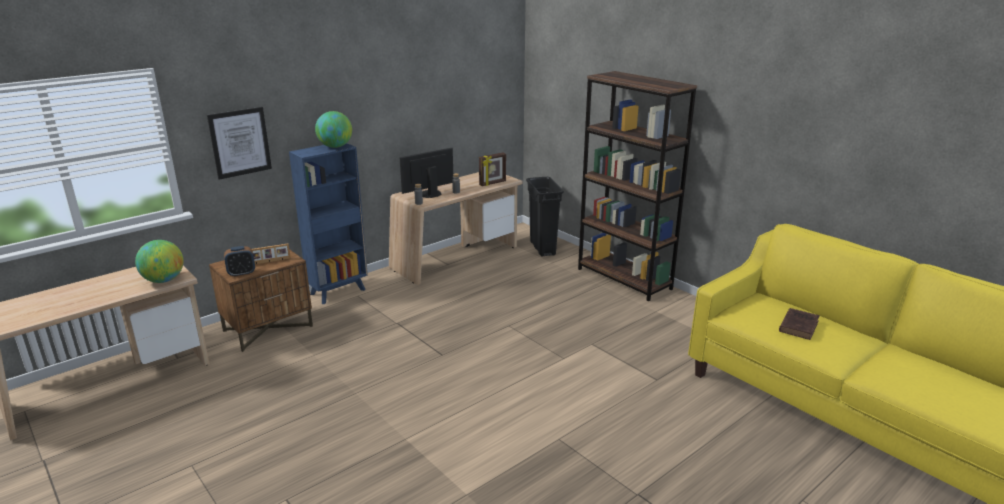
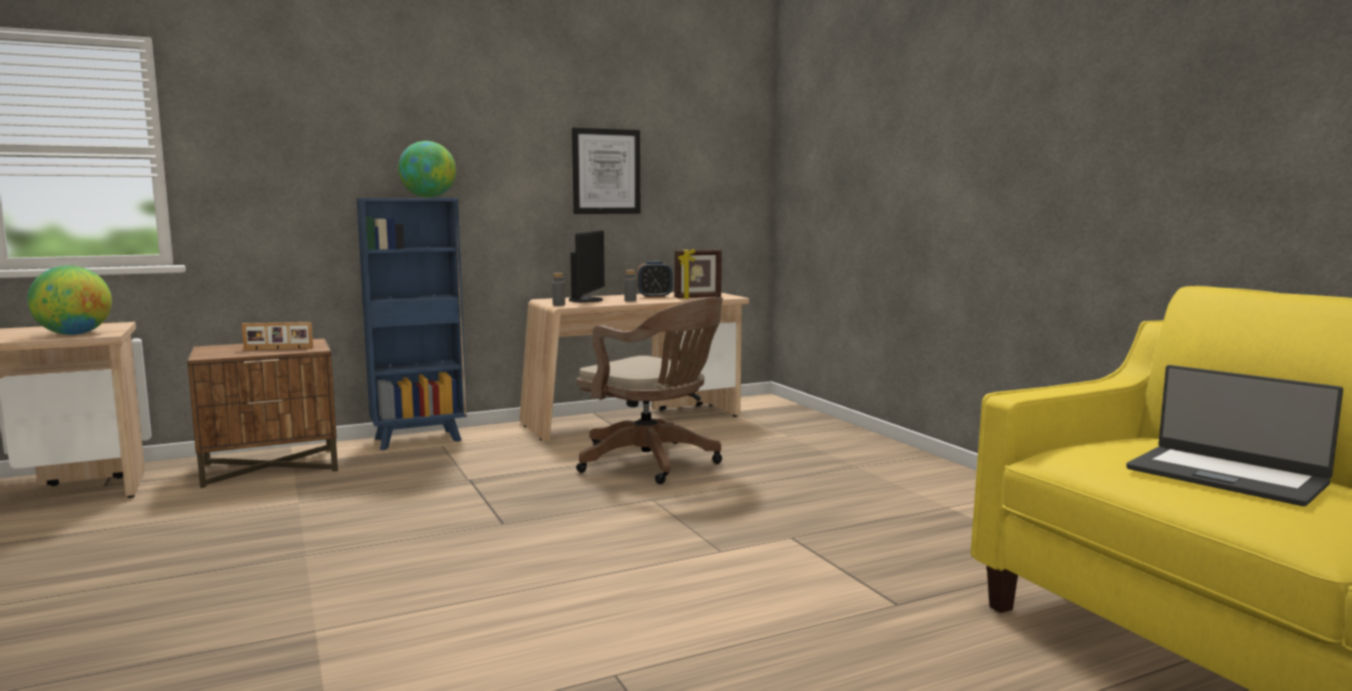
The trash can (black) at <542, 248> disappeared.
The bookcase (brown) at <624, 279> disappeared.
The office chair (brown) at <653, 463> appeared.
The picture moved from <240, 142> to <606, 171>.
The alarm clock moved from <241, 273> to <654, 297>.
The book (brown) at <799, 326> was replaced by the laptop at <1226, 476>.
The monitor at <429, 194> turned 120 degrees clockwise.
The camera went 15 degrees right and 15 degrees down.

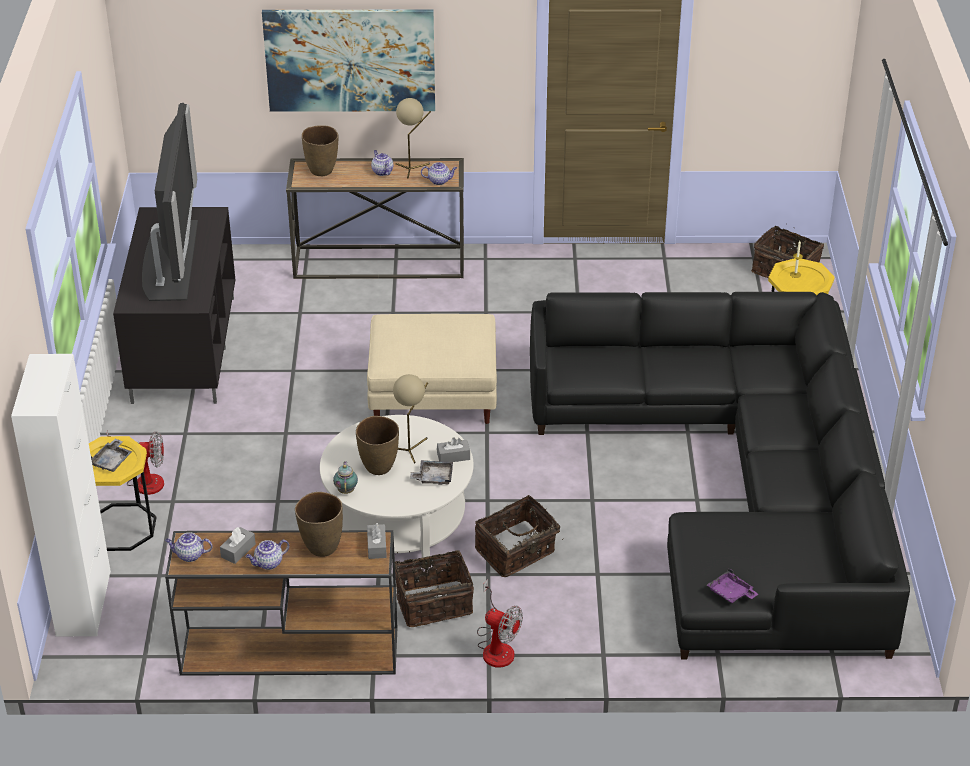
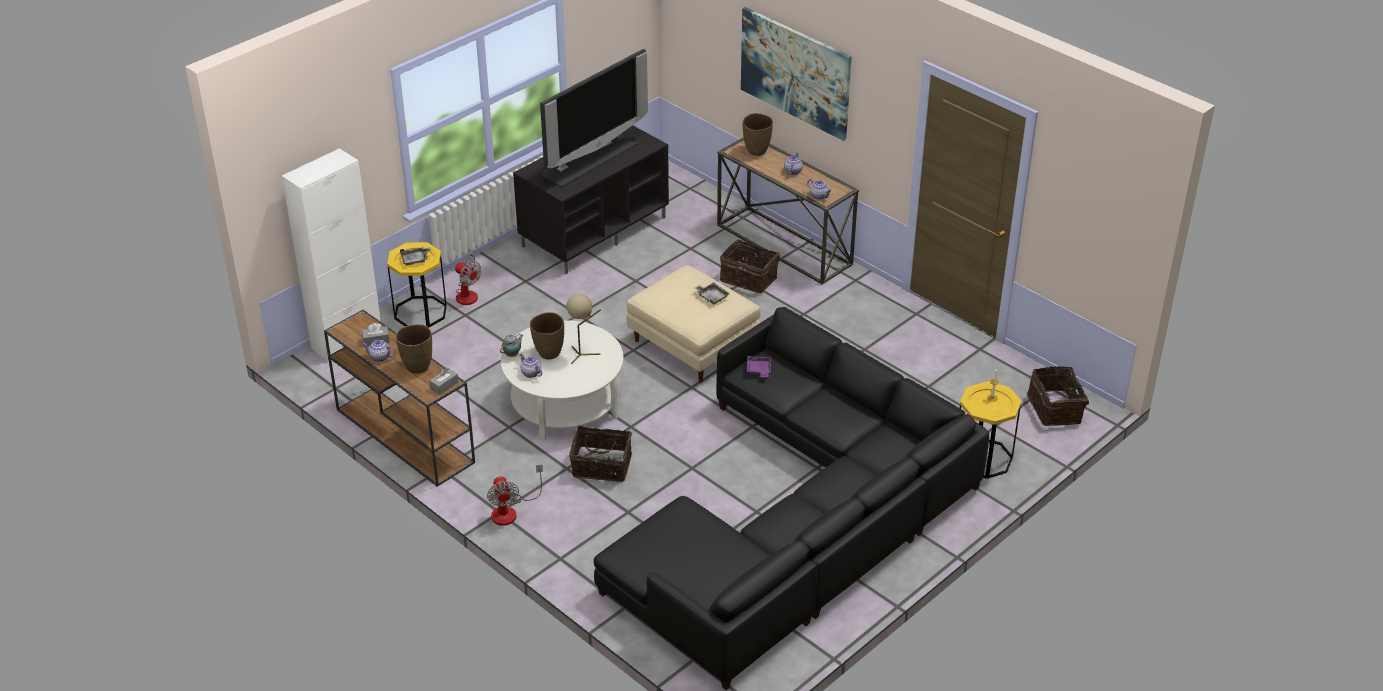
The table lamp (beige) at <412, 168> disappeared.
The tissue box (grey) at <453, 456> disappeared.
The teapot moved from <189, 555> to <530, 373>.
The basket moved from <433, 603> to <749, 278>.
The tray (grey) moved from <433, 477> to <712, 297>.
The tray (purple) moved from <731, 593> to <759, 370>.
The camera went 45 degrees right and 0 degrees up.

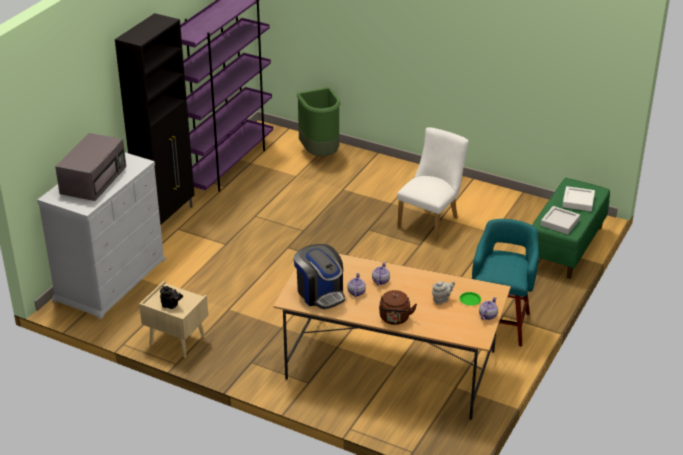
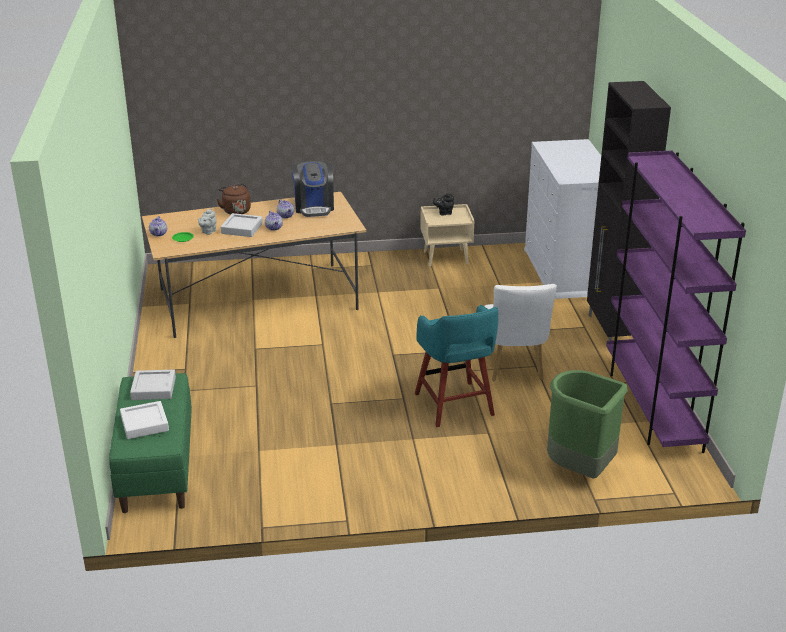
The microwave (grey) at <94, 179> disappeared.
The tray (grey) at <242, 228> appeared.
The chair (white) moved from <431, 221> to <514, 368>.
The stool (turquoise) moved from <500, 323> to <454, 406>.
The coffee machine at <320, 293> turned 120 degrees counterclockwise.
The camera went 145 degrees right and 5 degrees down.

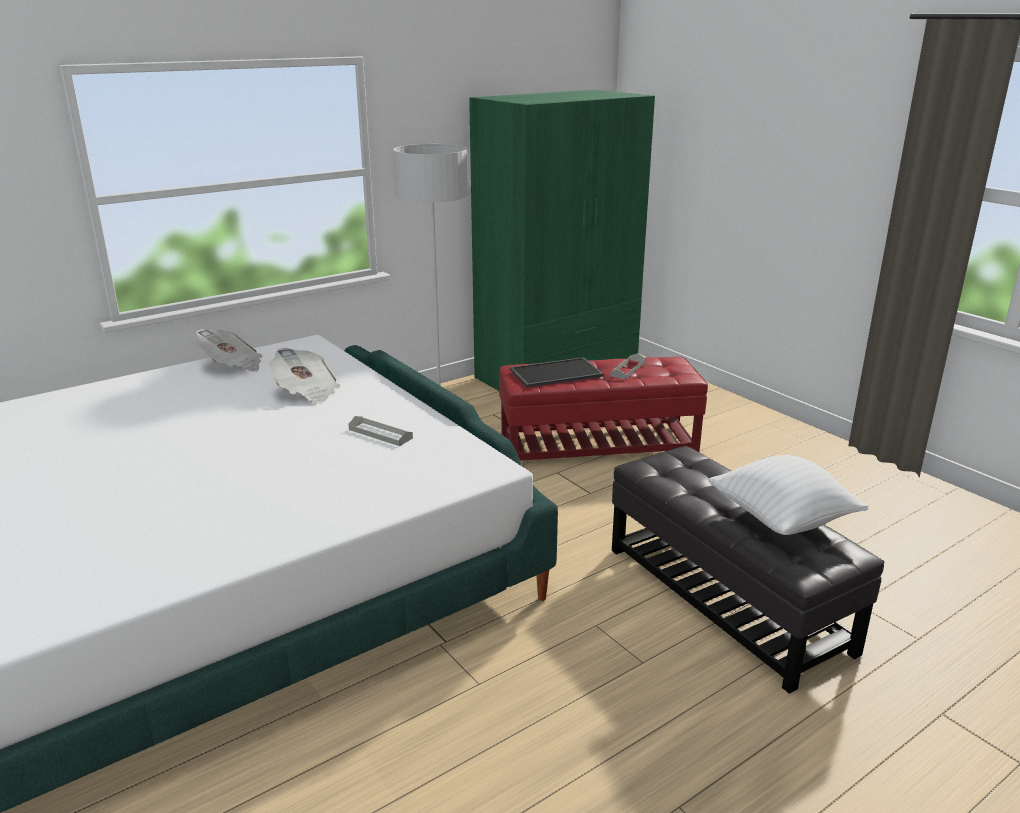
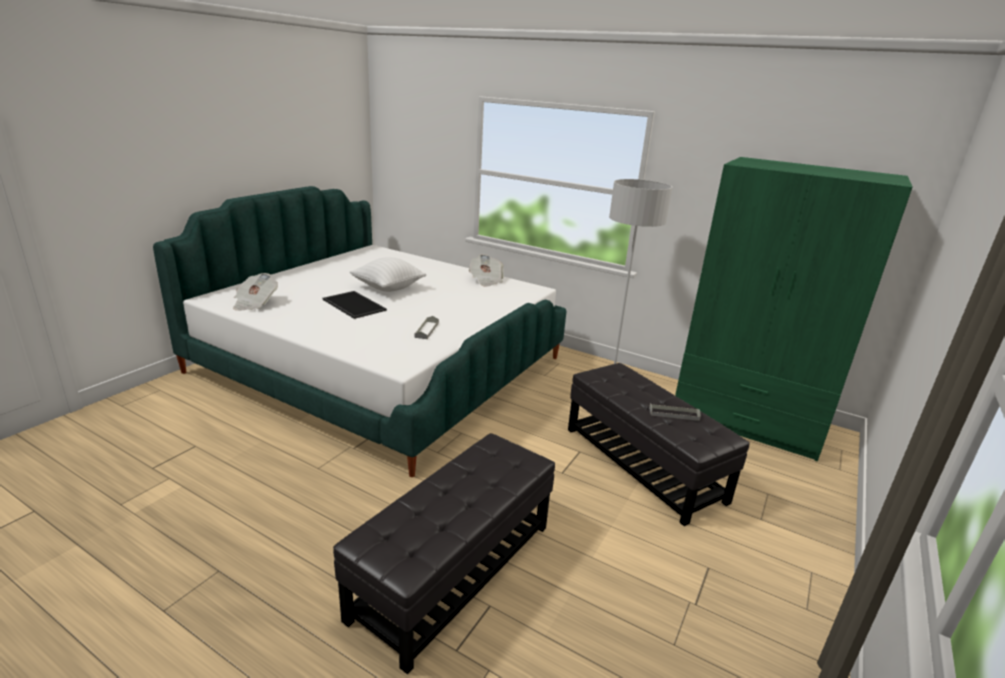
The newspaper moved from <306, 392> to <255, 303>.
The tray moved from <556, 373> to <352, 305>.
The pillow (white) moved from <781, 520> to <388, 288>.
The ottoman (red) at <597, 444> became the ottoman (black) at <643, 463>.
The camera went 65 degrees right and 0 degrees up.

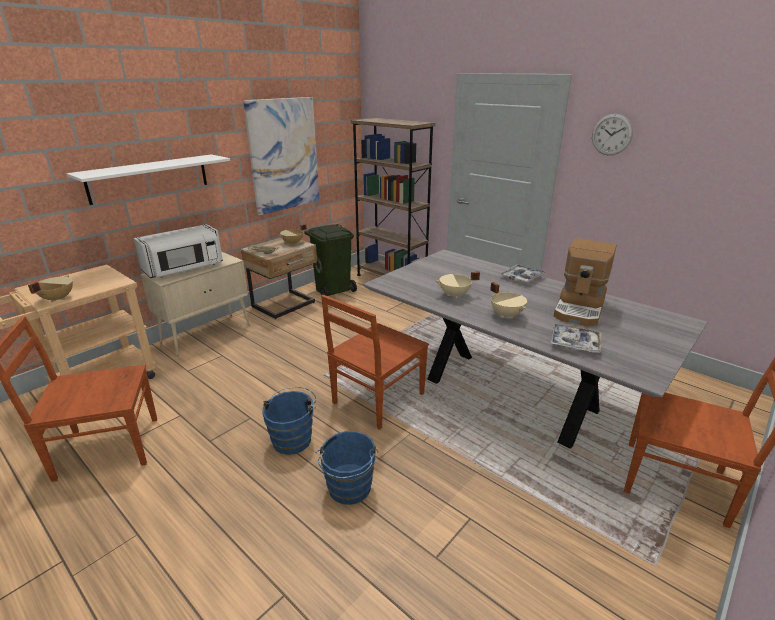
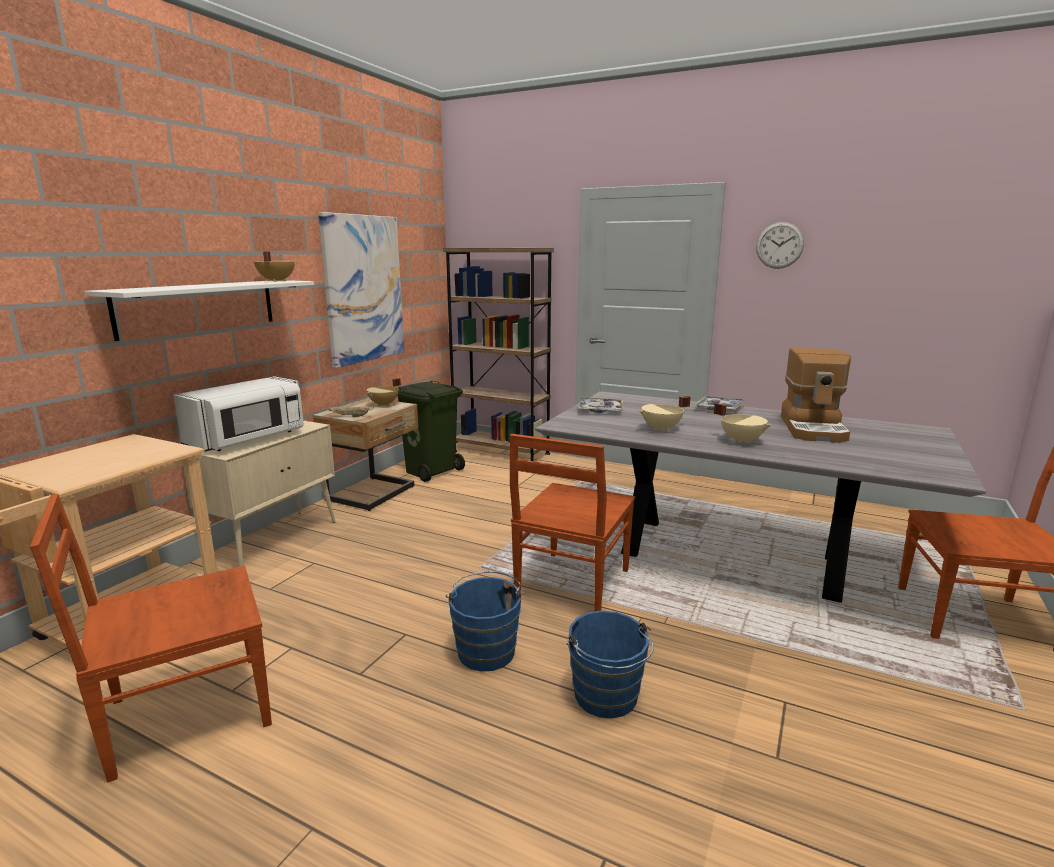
The cooking pot (beige) moved from <57, 299> to <275, 281>.
The tray moved from <574, 343> to <600, 410>.
The camera went 15 degrees left and 10 degrees down.

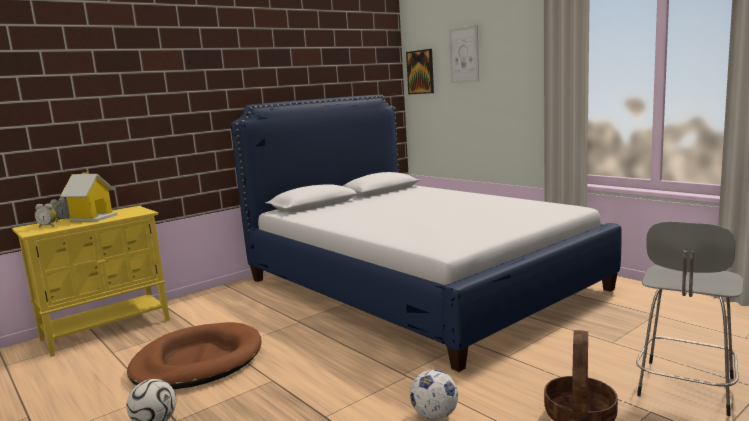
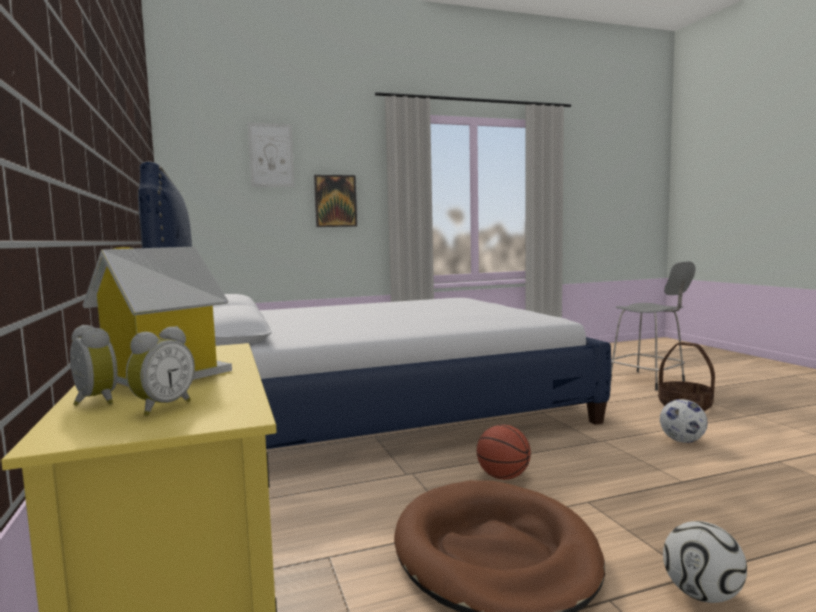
The basketball at <503, 477> appeared.
The picture moved from <420, 72> to <335, 201>.
The camera went 70 degrees left and 5 degrees down.

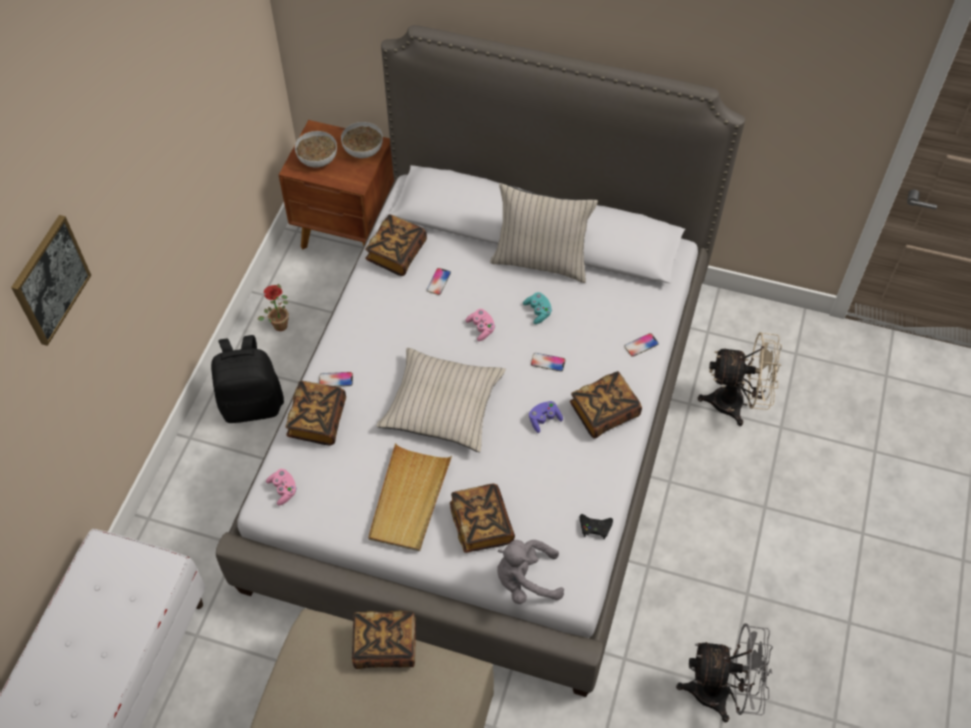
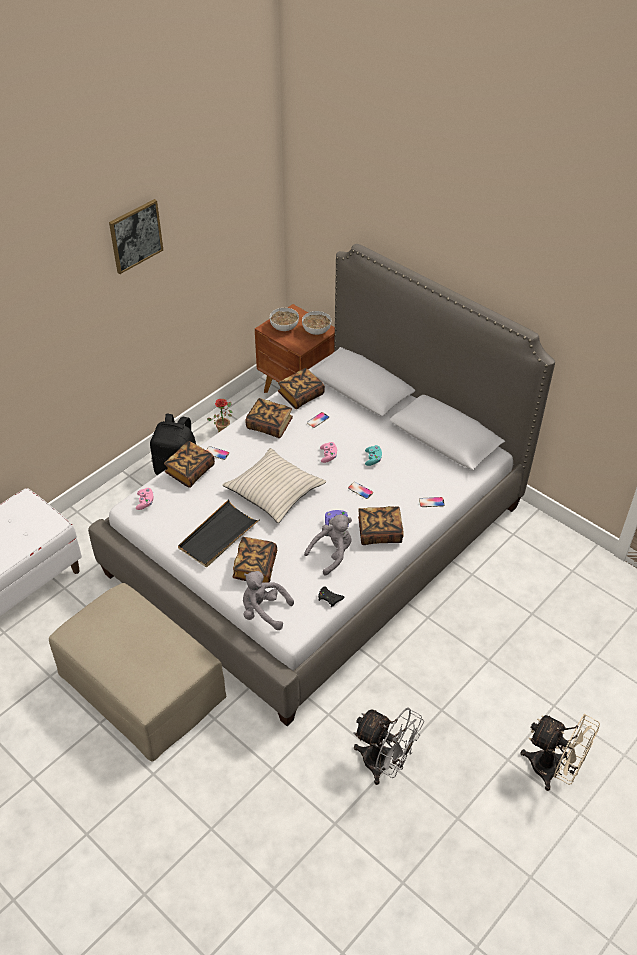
The pillow (beige) at <541, 261> disappeared.
The plush toy (grey) at <332, 554> appeared.
The picture moved from <50, 280> to <135, 236>.
The book moved from <385, 646> to <269, 425>.
The fan (beige) moved from <736, 403> to <553, 770>.
The tray (beige) at <409, 500> became the tray (black) at <218, 536>.
The camera went 25 degrees right and 10 degrees down.

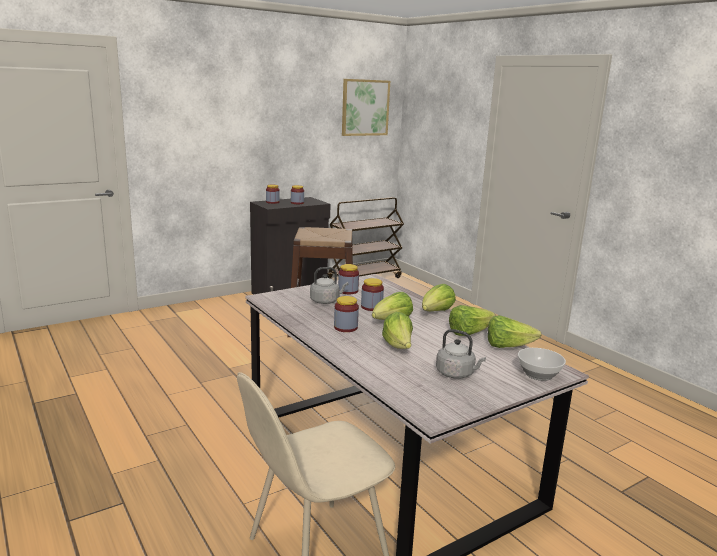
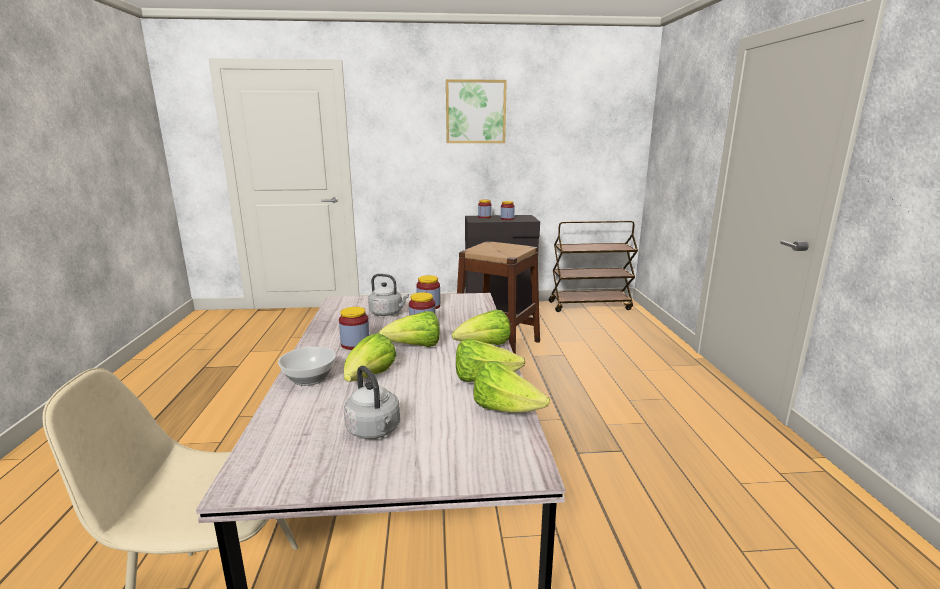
The picture moved from <365, 107> to <475, 112>.
The bowl moved from <538, 374> to <309, 378>.
The camera went 30 degrees right and 0 degrees up.

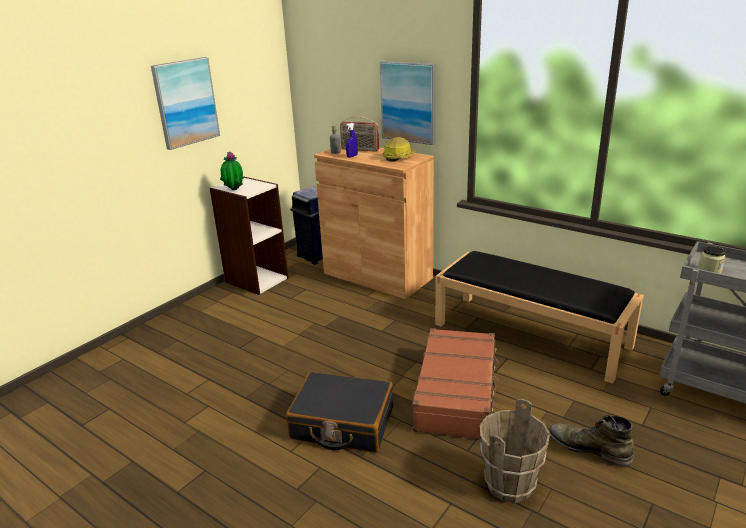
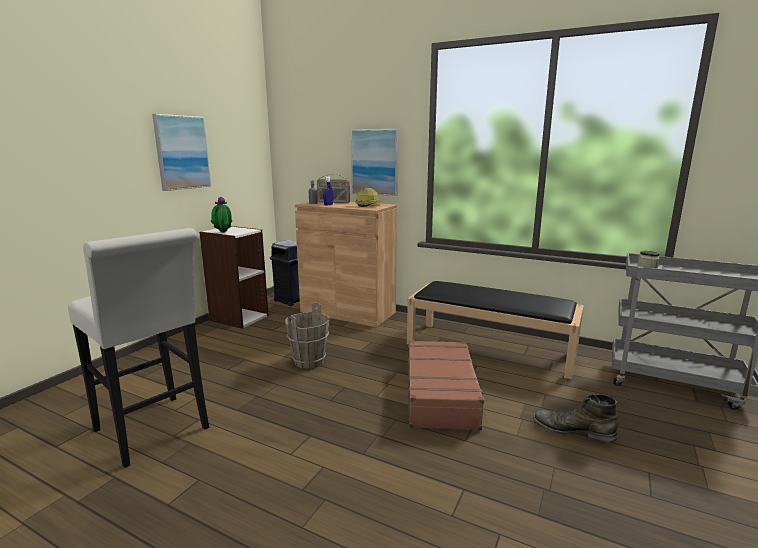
The suitcase (black) at <342, 423> disappeared.
The stool (white) at <155, 432> appeared.
The bucket (brown) moved from <510, 485> to <309, 361>.
The camera went 10 degrees left and 10 degrees down.

